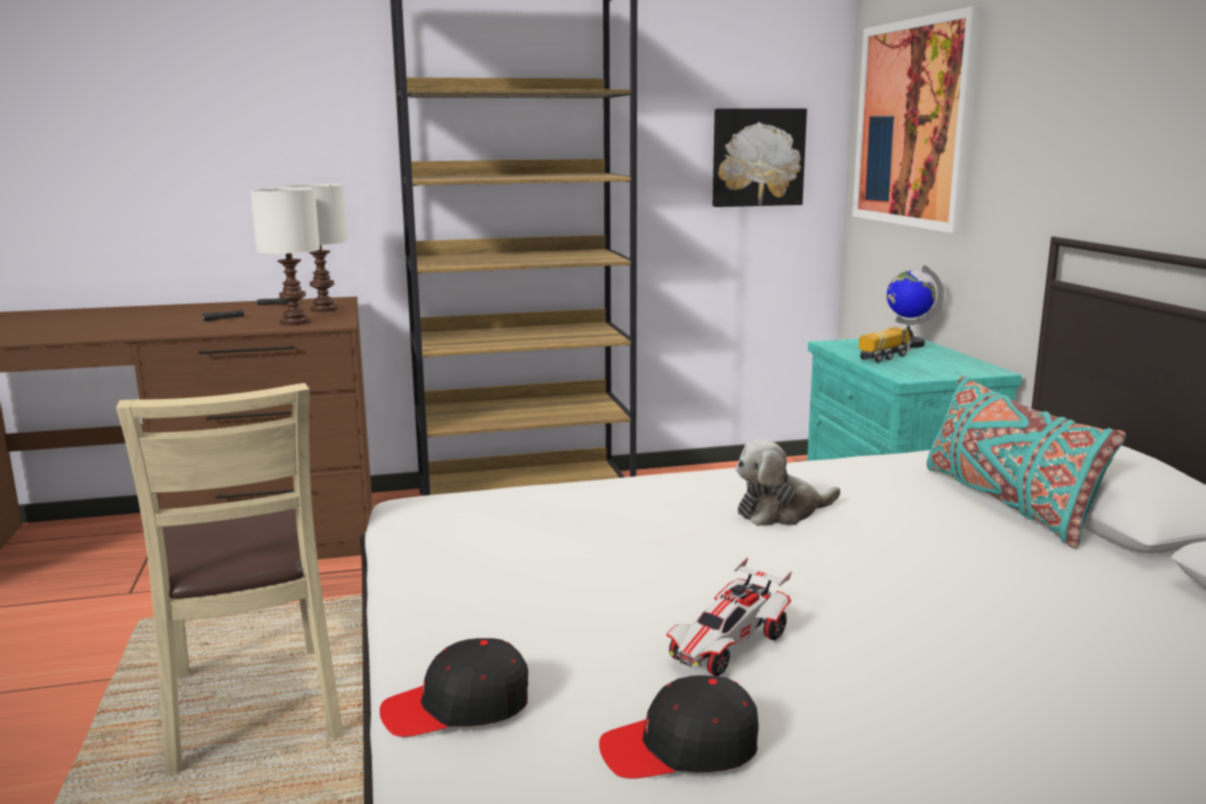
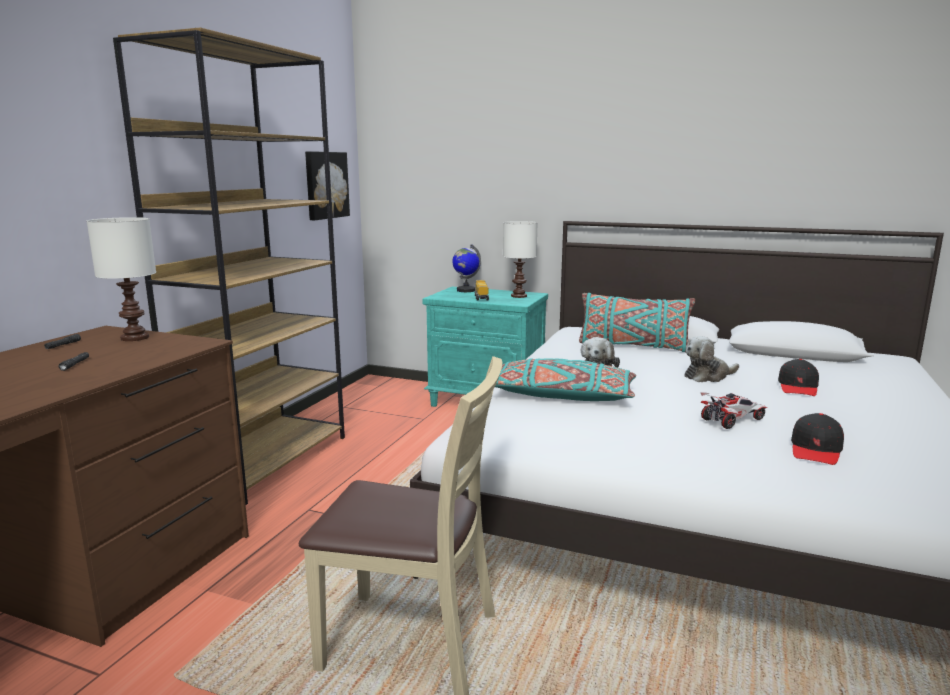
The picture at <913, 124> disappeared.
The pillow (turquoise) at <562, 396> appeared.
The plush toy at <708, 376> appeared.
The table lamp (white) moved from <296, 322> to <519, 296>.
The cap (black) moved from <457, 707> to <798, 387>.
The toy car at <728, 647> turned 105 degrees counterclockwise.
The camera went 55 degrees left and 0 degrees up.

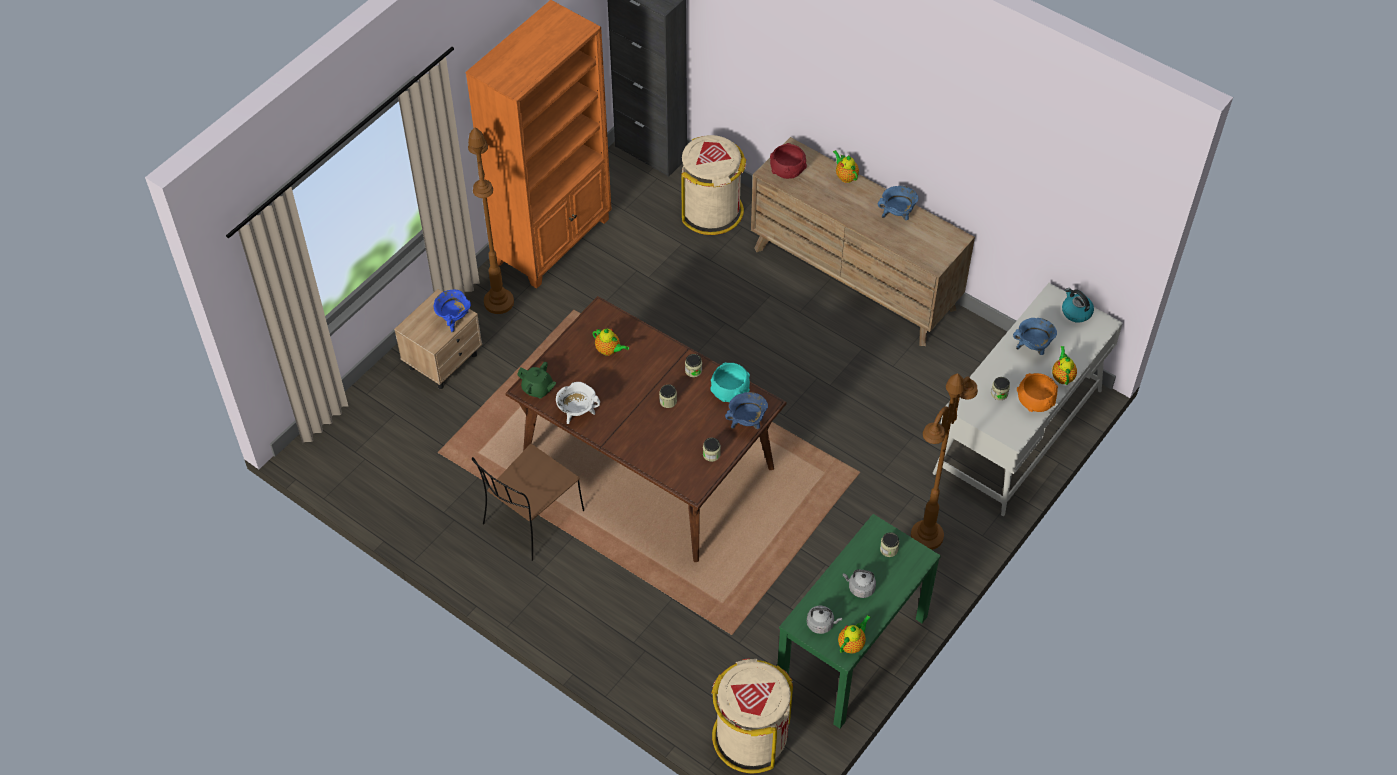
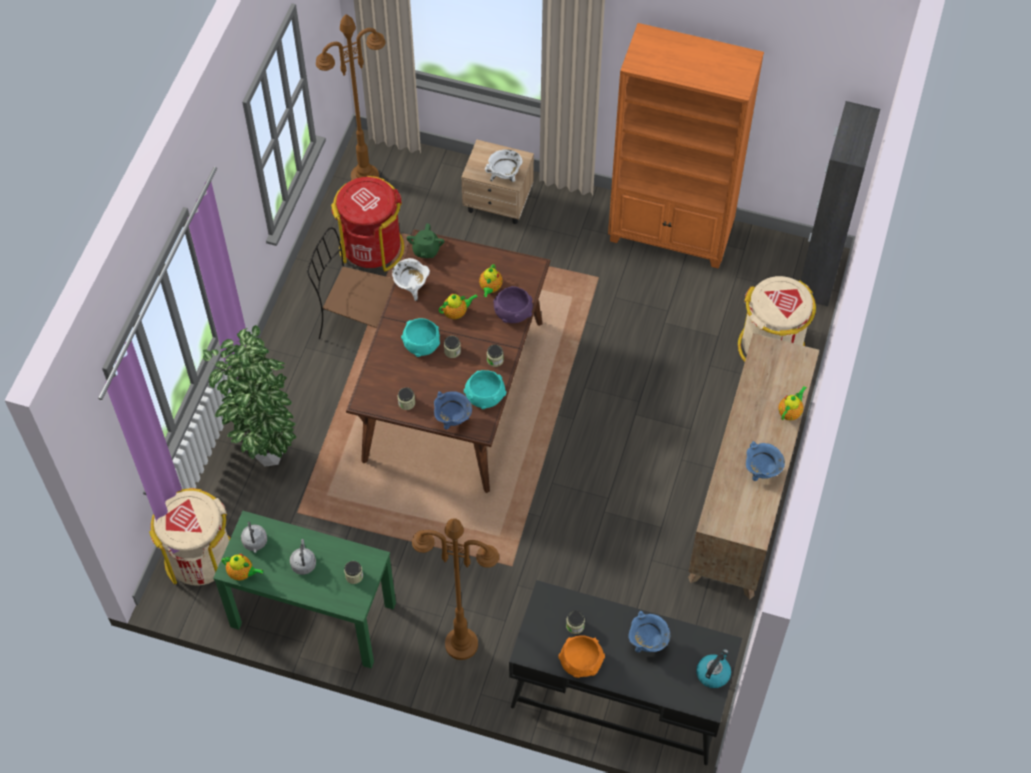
The bowl (red) at <787, 168> disappeared.
The potted plant at <267, 454> appeared.
The trash can (red) at <372, 247> appeared.
The bowl (turquoise) at <421, 343> appeared.
The bowl (purple) at <512, 312> appeared.
The floor lamp (brown) moved from <498, 302> to <365, 177>.
The teapot moved from <1062, 376> to <456, 313>.
The cooking pot (blue) at <454, 319> became the cooking pot (white) at <504, 177>.
The desk (white) at <1017, 431> became the desk (black) at <619, 695>.
The camera went 70 degrees right and 5 degrees up.

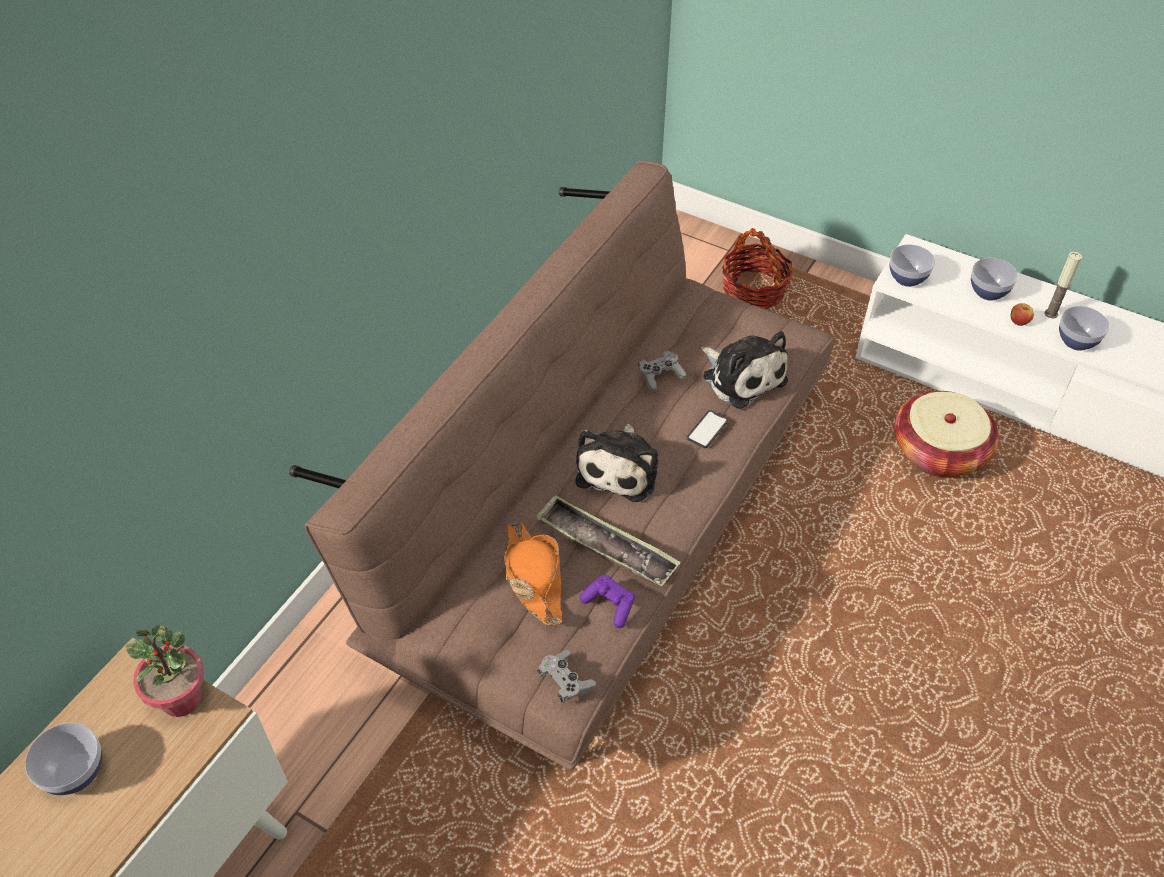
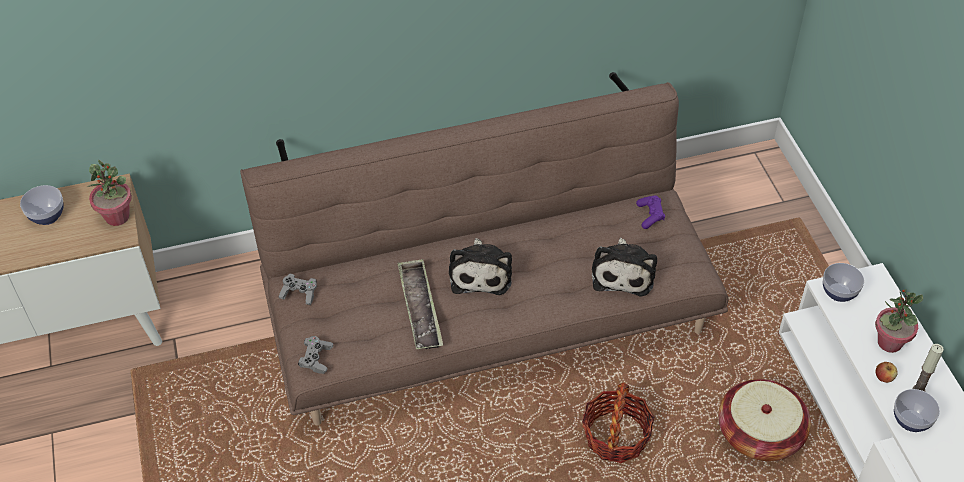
The hat (orange) at <533, 577> disappeared.
The phone at <707, 430> disappeared.
The game controller (purple) moved from <609, 605> to <650, 216>.
The game controller (grey) moved from <660, 376> to <299, 293>.
The basket moved from <753, 291> to <616, 437>.
The bowl at <988, 292> was replaced by the potted plant at <889, 342>.
The plush toy at <620, 468> turned 60 degrees counterclockwise.
The camera went 45 degrees right and 0 degrees up.

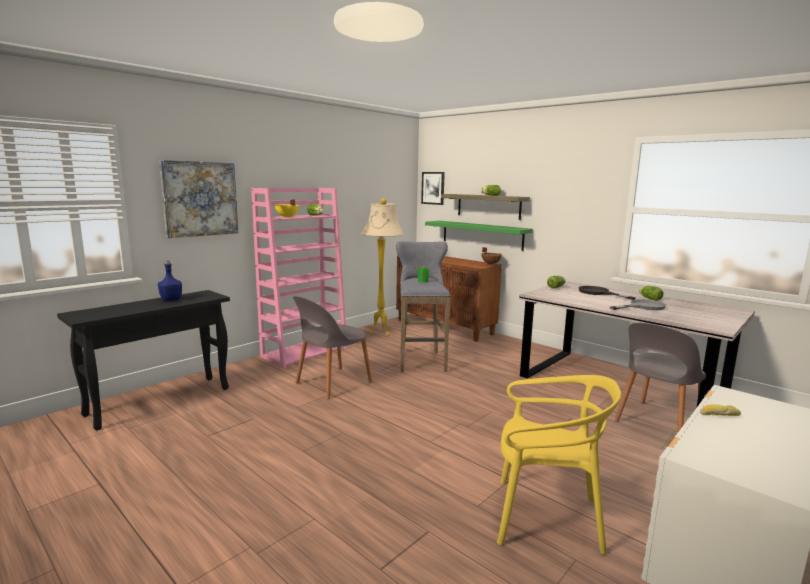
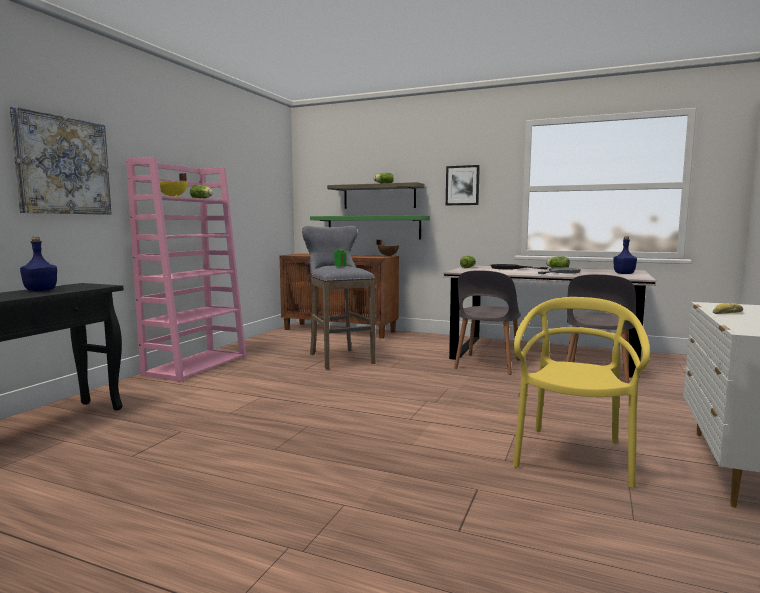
The floor lamp (beige) at <382, 333> disappeared.
The bottle (blue) at <624, 273> appeared.
The chair (grey) moved from <332, 383> to <487, 364>.
The picture moved from <433, 188> to <462, 185>.
The chair (yellow) at <545, 517> turned 60 degrees counterclockwise.
The camera went 20 degrees left and 5 degrees down.

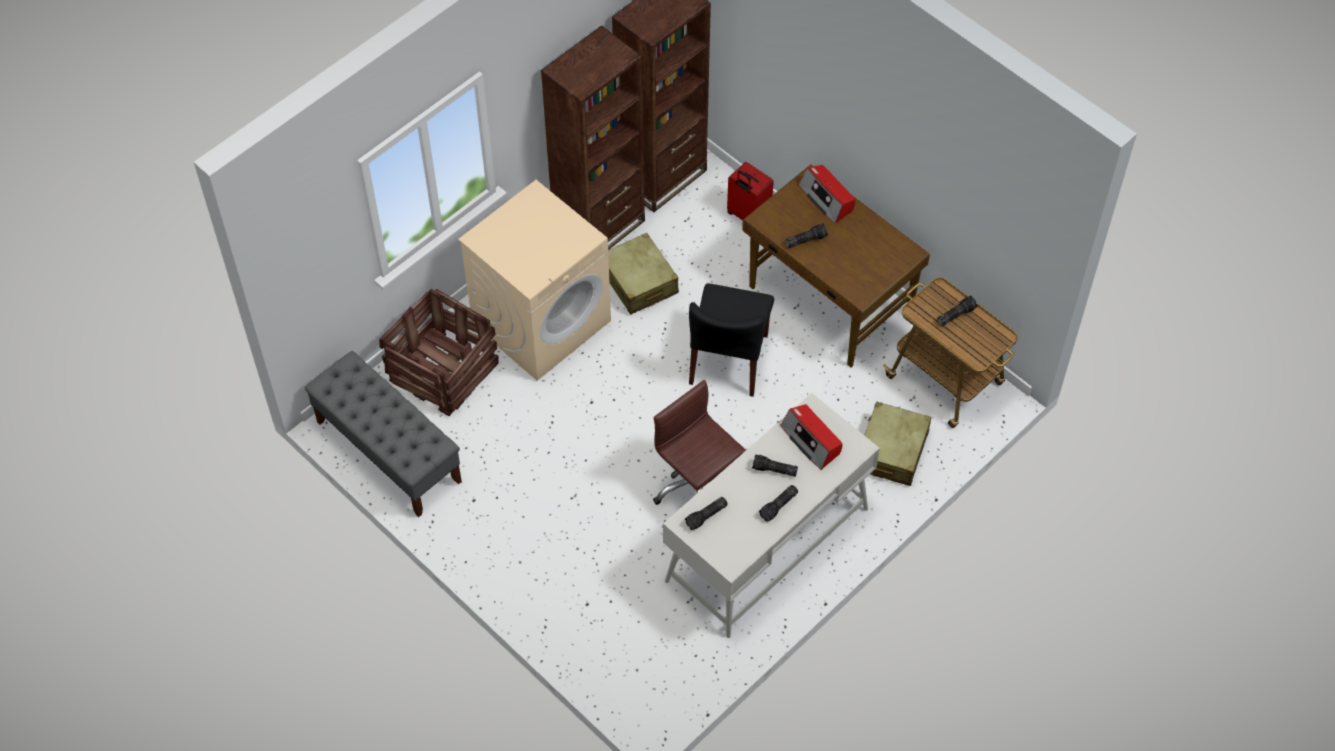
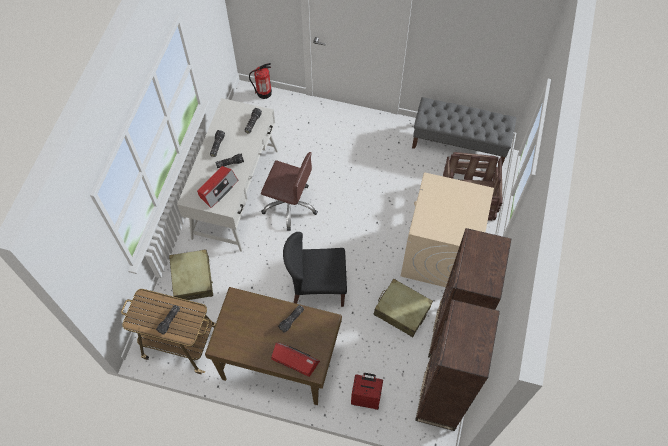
The fire extinguisher at <264, 93> appeared.
The chair (black) at <729, 360> turned 75 degrees counterclockwise.
The radio at <811, 440> turned 105 degrees clockwise.
The camera went 150 degrees right and 5 degrees up.

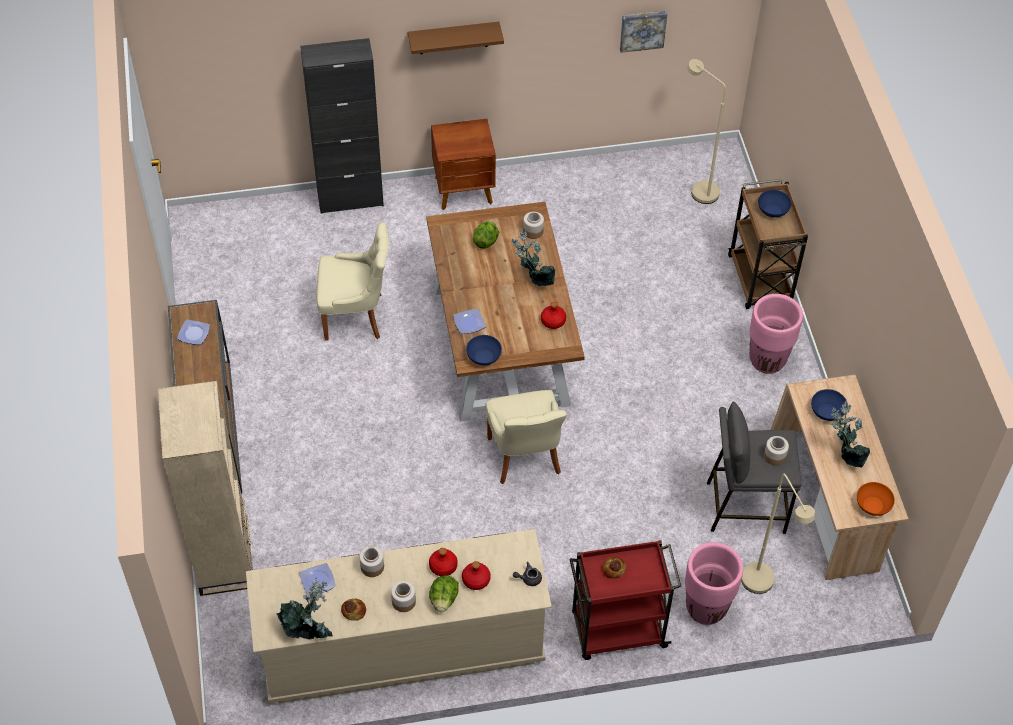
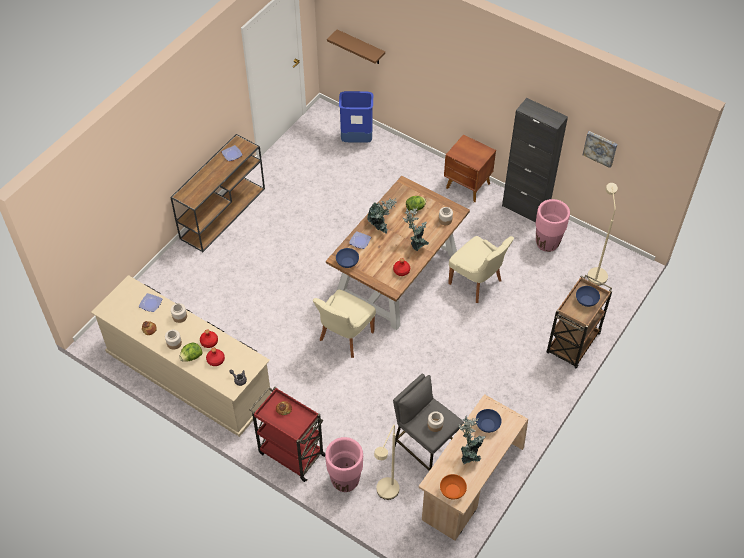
The bookcase (beige) at <225, 558> disappeared.
The trash can (blue) at <356, 139> appeared.
The potted plant moved from <308, 630> to <381, 226>.
The cabinet (black) moved from <350, 199> to <525, 209>.
The chair (beige) moved from <356, 316> to <477, 283>.
The shelf (brown) moved from <453, 38> to <361, 47>.
The planter (pink) moved from <767, 360> to <547, 243>.
The camera went 45 degrees right and 0 degrees up.

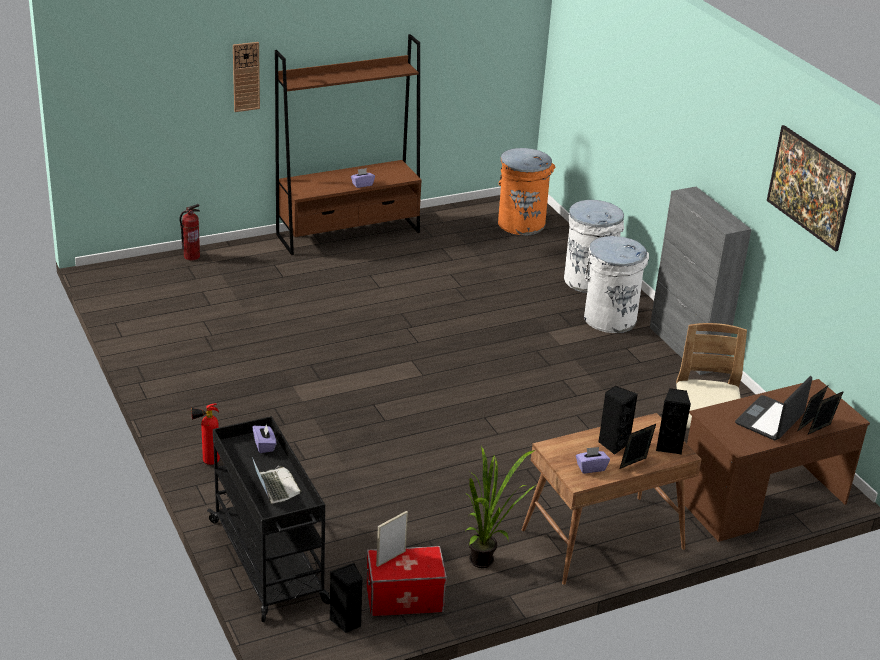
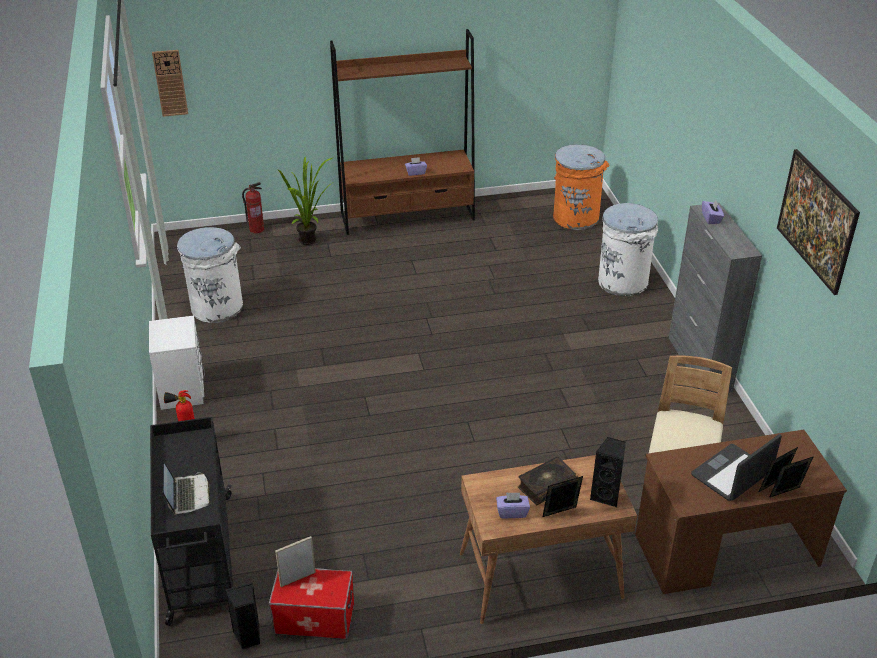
The nightstand (white) at <183, 389> appeared.
The wall clock moved from <246, 76> to <170, 83>.
The tissue box (purple) moved from <264, 445> to <711, 218>.
The potted plant moved from <487, 562> to <311, 241>.
The trash can (white) moved from <609, 318> to <217, 307>.
The speaker (black) at <613, 444> was replaced by the book at <546, 486>.
The camera went 15 degrees right and 5 degrees up.

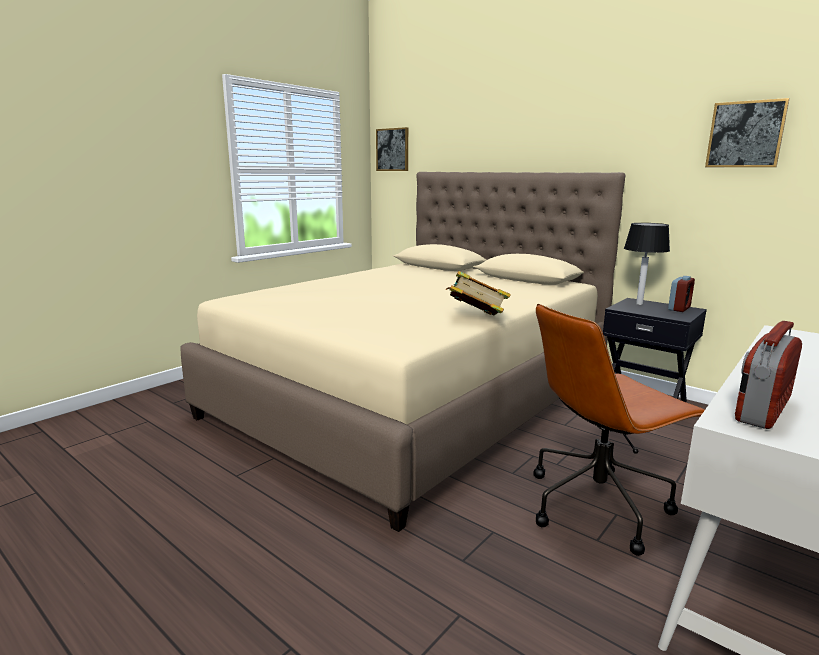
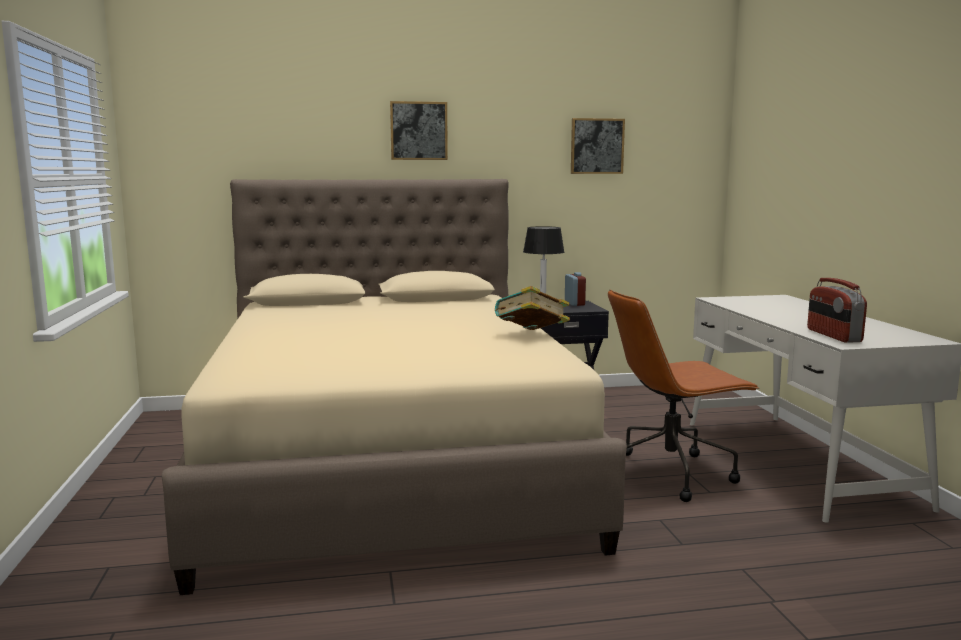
The picture moved from <392, 149> to <418, 131>.
The office chair (brown) at <598, 504> turned 60 degrees clockwise.
The camera went 50 degrees left and 5 degrees down.

